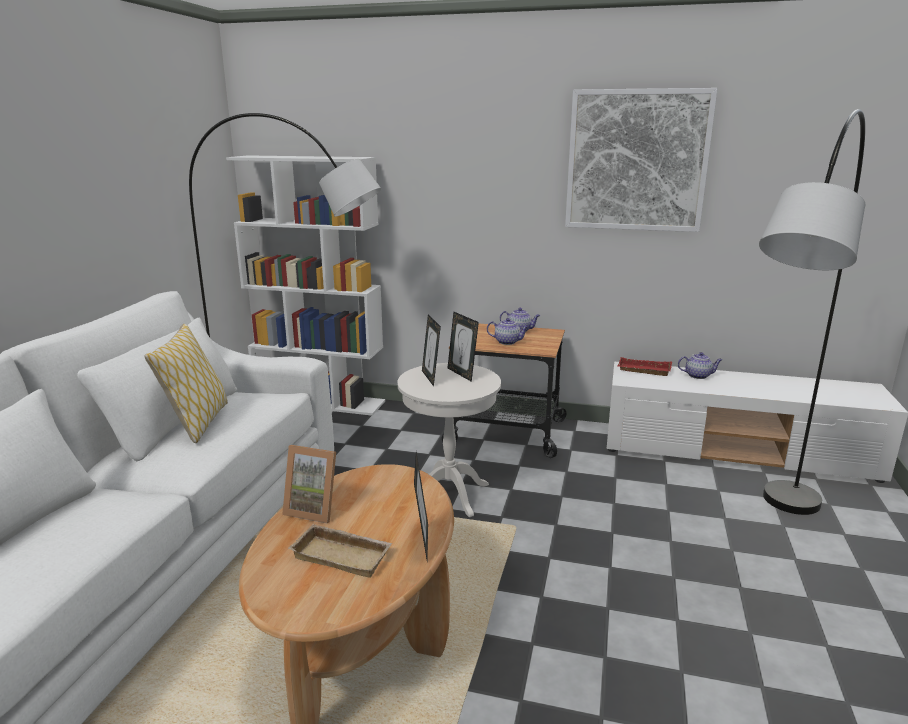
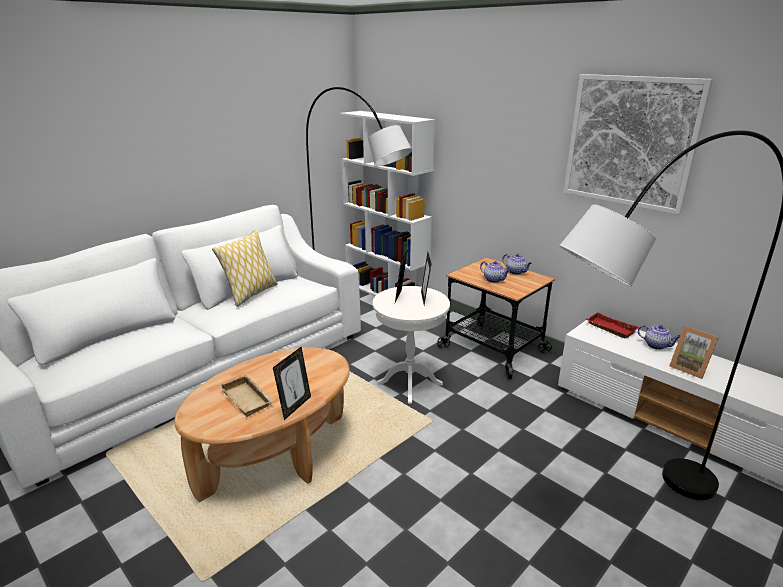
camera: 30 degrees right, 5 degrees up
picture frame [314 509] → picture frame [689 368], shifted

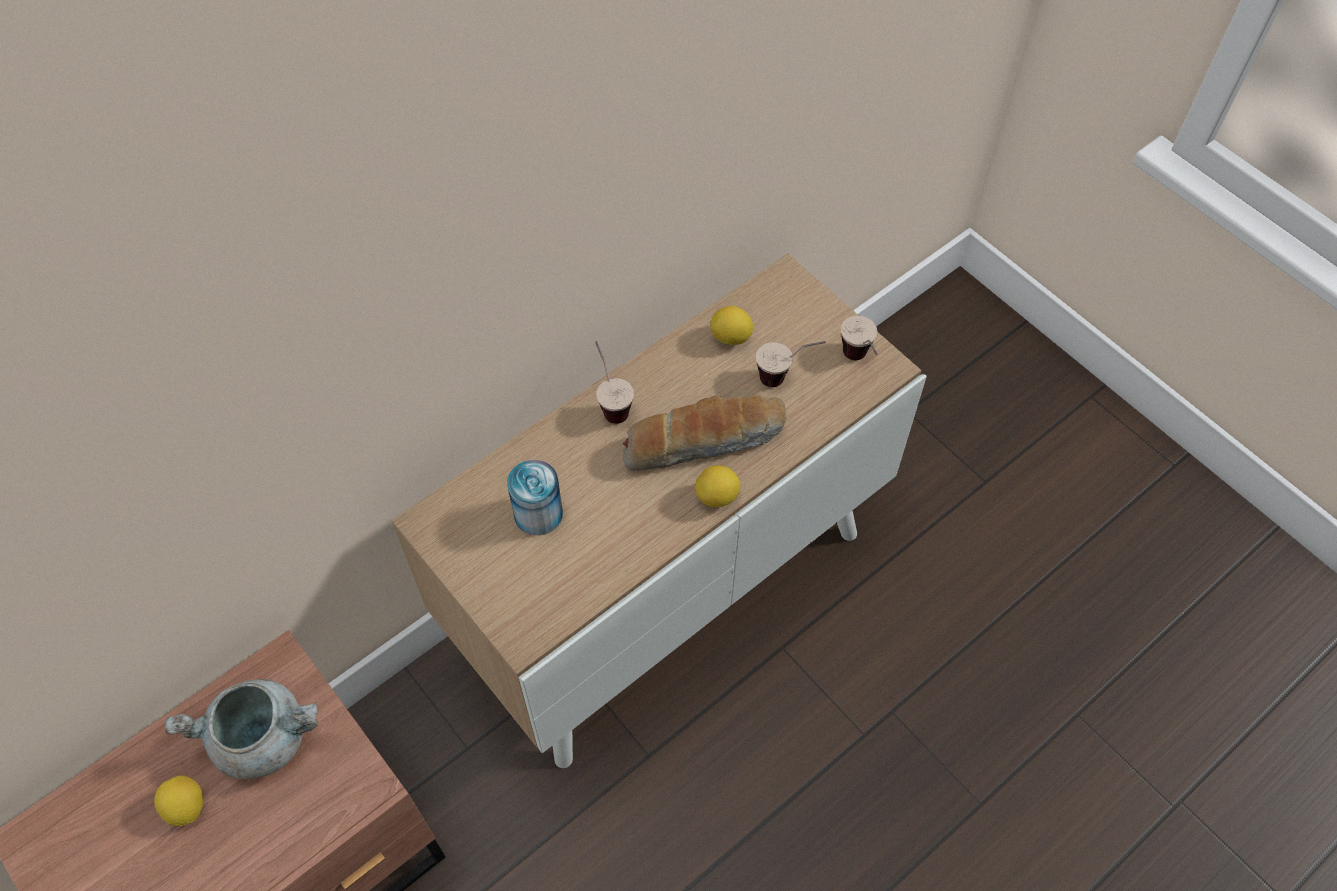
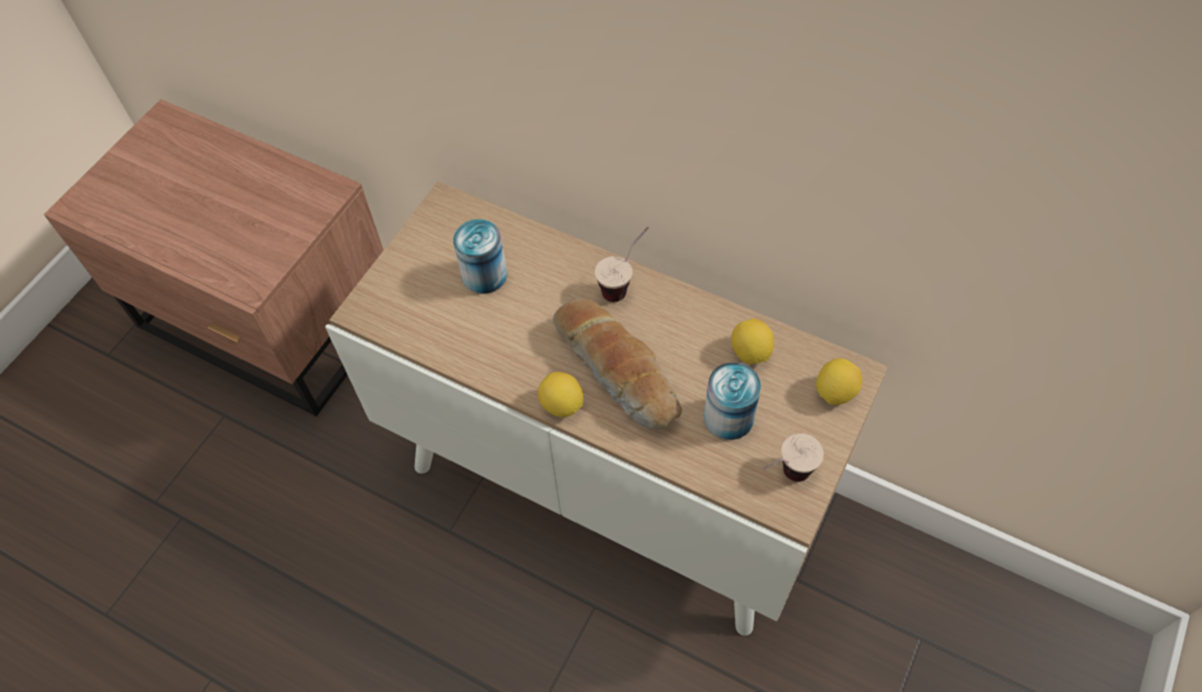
camera: 70 degrees right, 0 degrees up
cup [786 377] → can [728 417]
cooking pot in grey [263 738] → -
lemon [186 807] → lemon [835 392], shifted

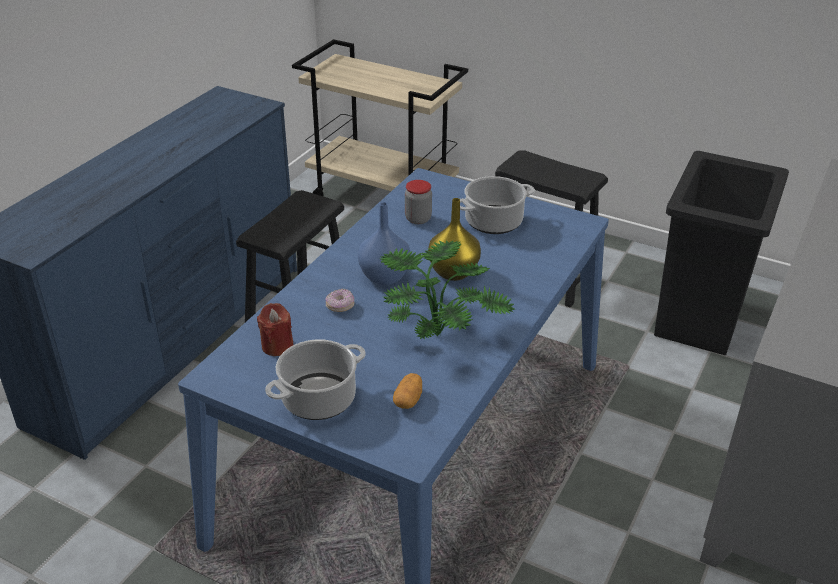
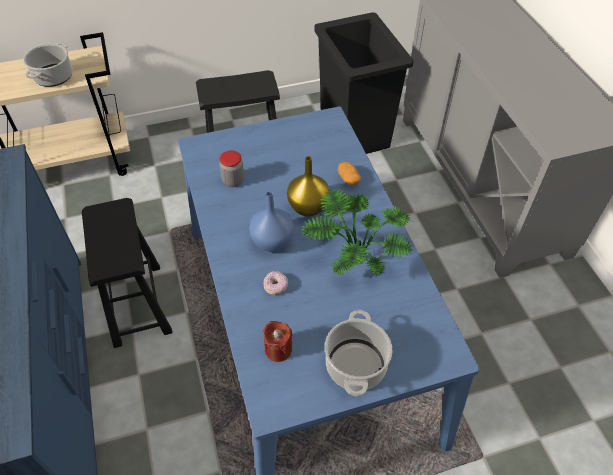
camera: 45 degrees left, 15 degrees up
cooking pot [494 221] → cooking pot [53 76], shifted
potato [408 400] → potato [348 179], shifted

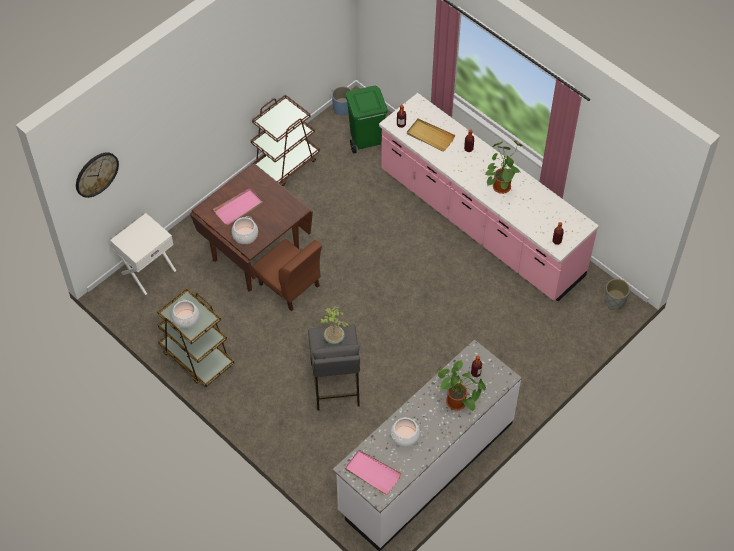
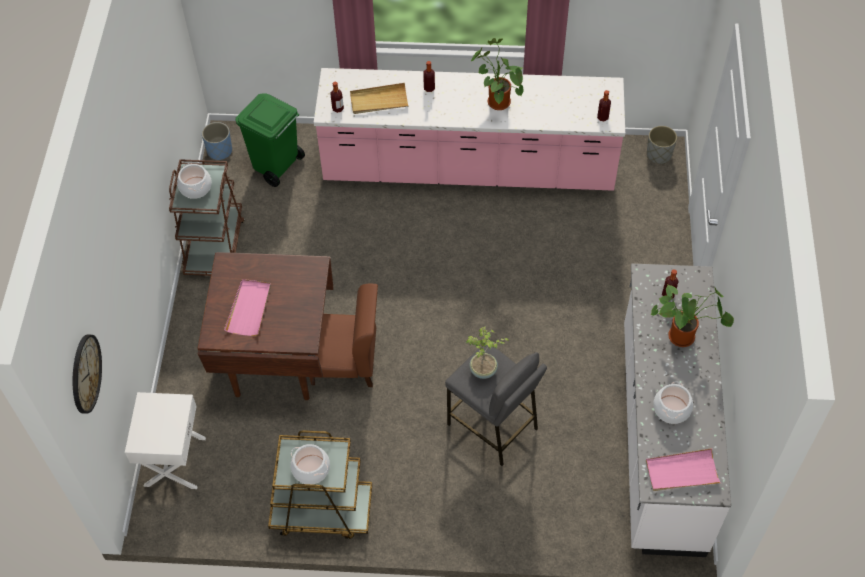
camera: 40 degrees left, 0 degrees up
cooking pot [245 235] → cooking pot [196 187], shifted

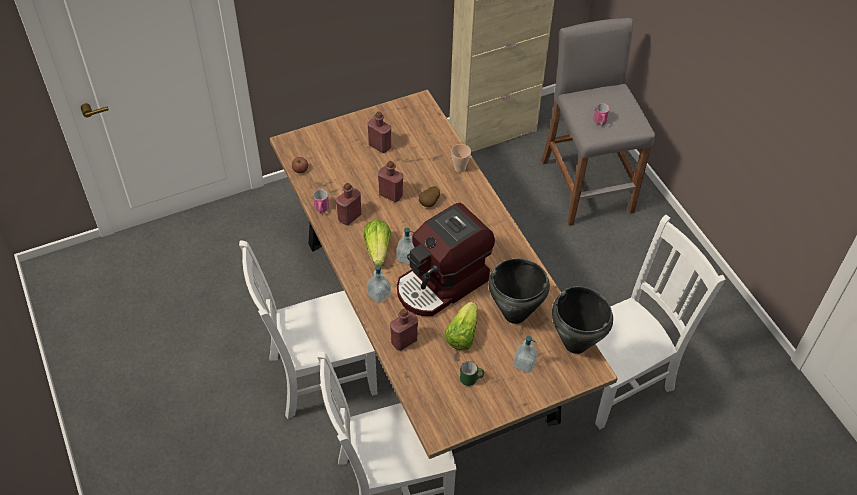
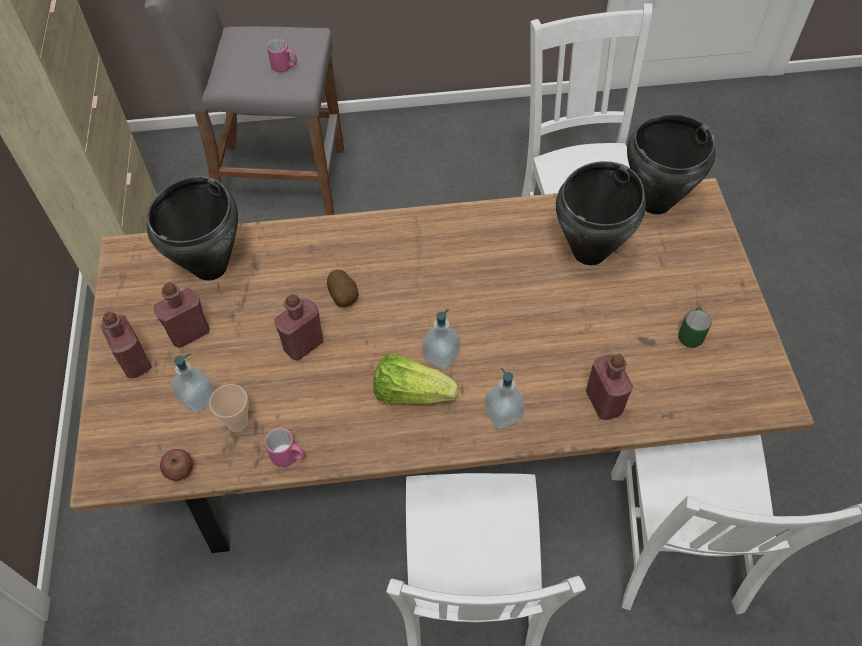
camera: 70 degrees left, 5 degrees up
cup [460 168] → cup [238 422], shifted
bottle in red [349 217] → bottle in red [135 361], shifted
coffee machine [442 284] → -
lettuce [462 334] → -
soap dispenser [524 364] → soap dispenser [198 398], shifted
- → cooking pot in black [211 267]

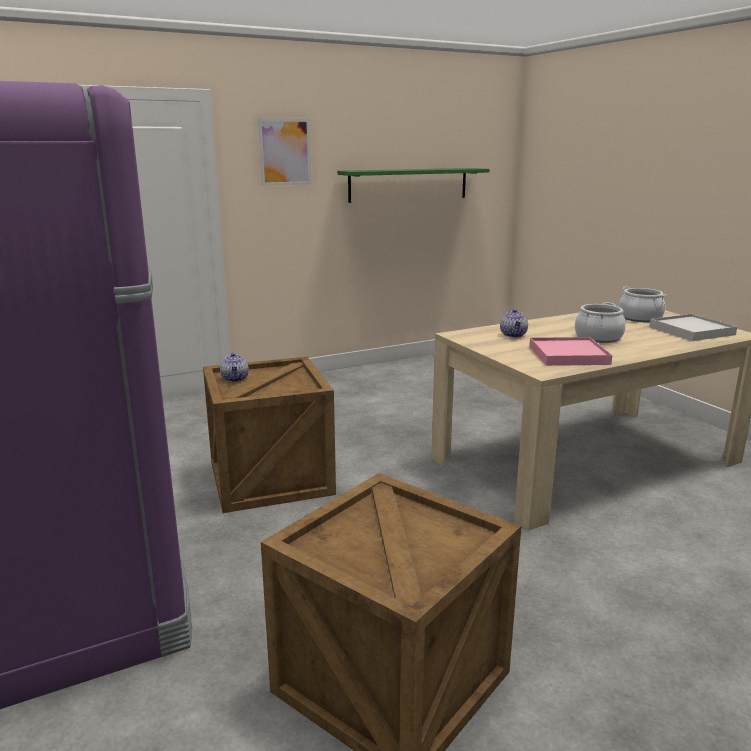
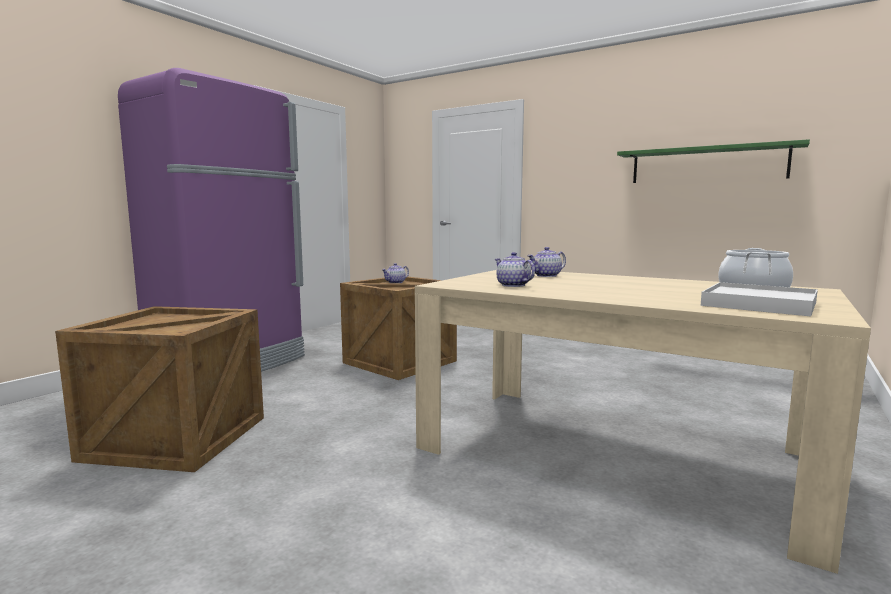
camera: 60 degrees right, 10 degrees down
picture [285 152] → -
cooking pot [598 337] → -
tray in pink [568 355] → teapot [512 285]

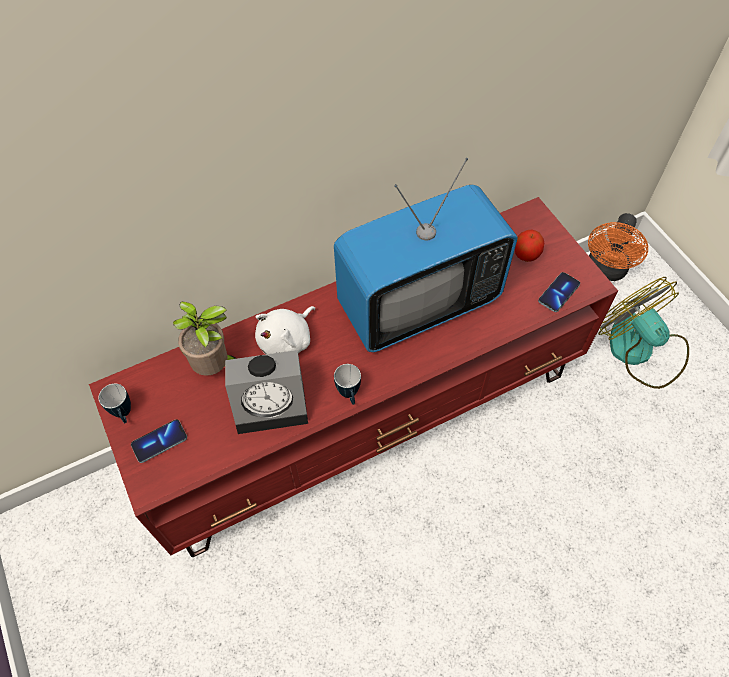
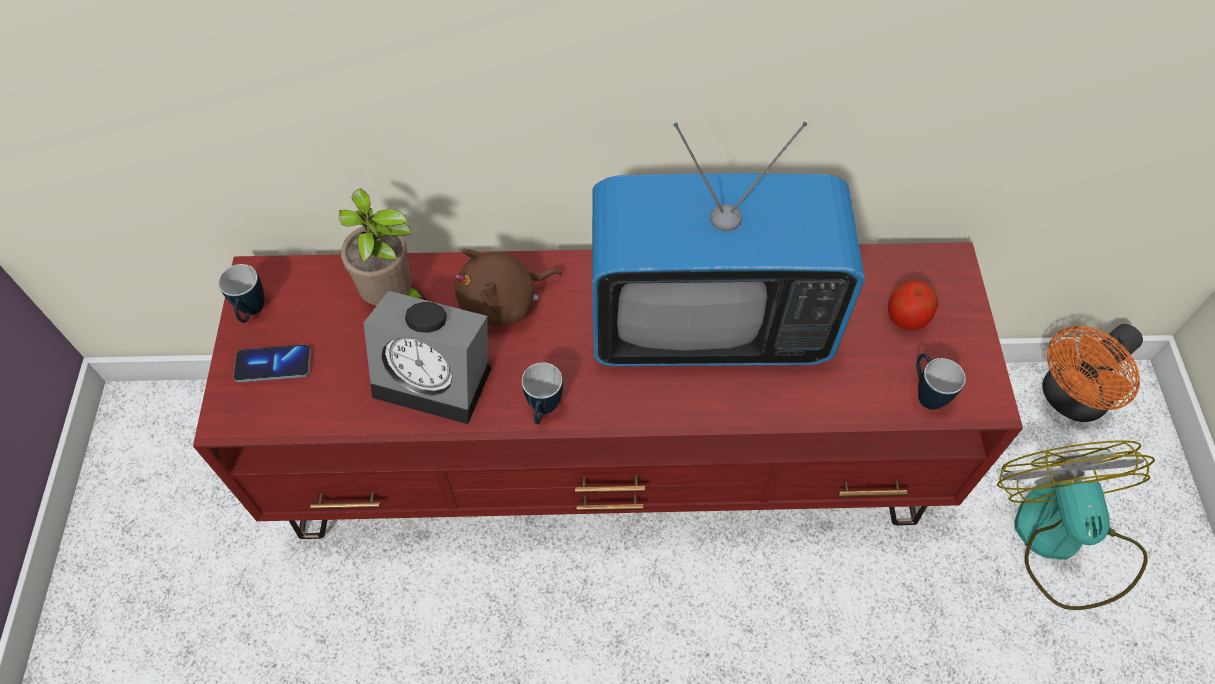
camera: 25 degrees right, 0 degrees up
phone [558 293] → mug [925 393]
plush toy in white [287 340] → plush toy in brown [504 302]

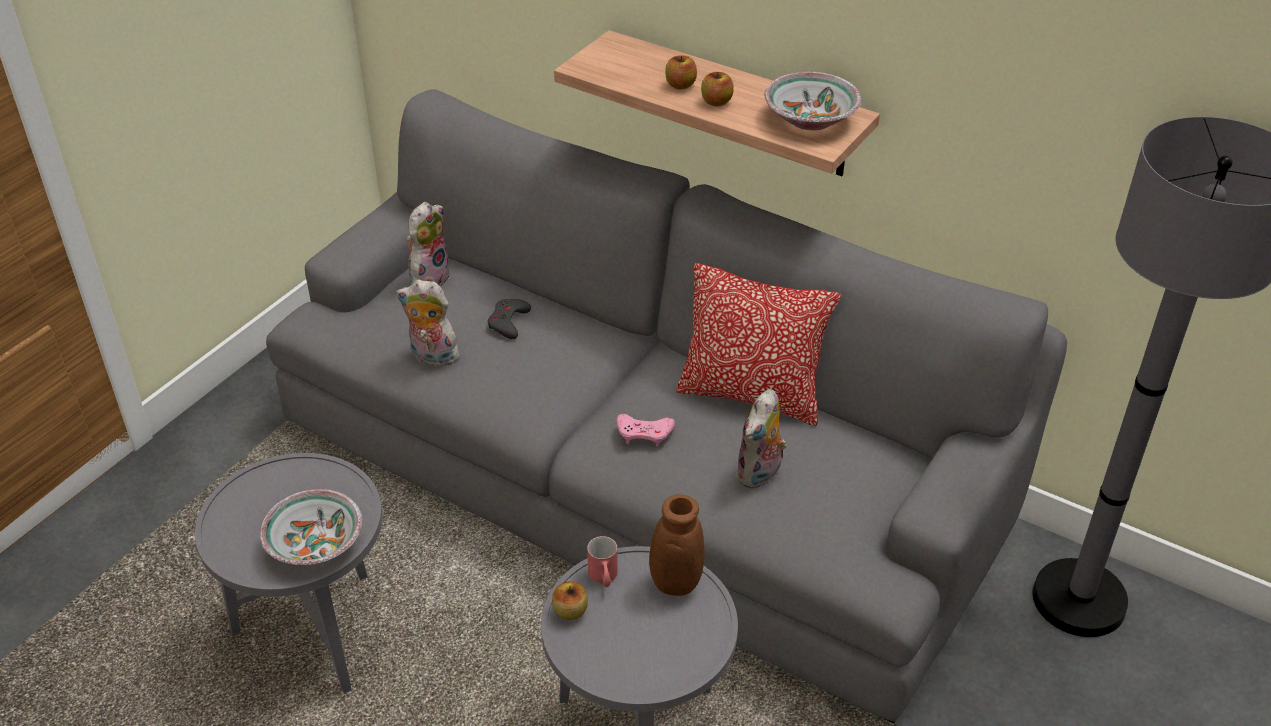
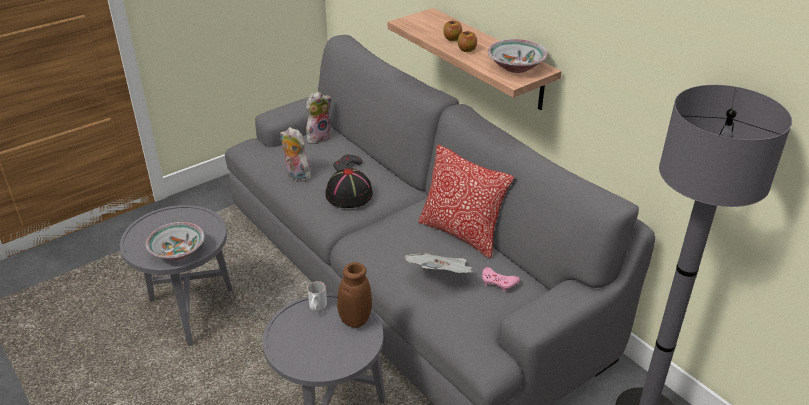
camera: 20 degrees right, 5 degrees down
plush toy [760 474] → newspaper [441 276]
game controller in pink [644 433] → game controller in pink [498 282], shifted
mug in red [604 578] → mug in white [316 307]
apple [570 611] → -
- → hat in black [349 195]

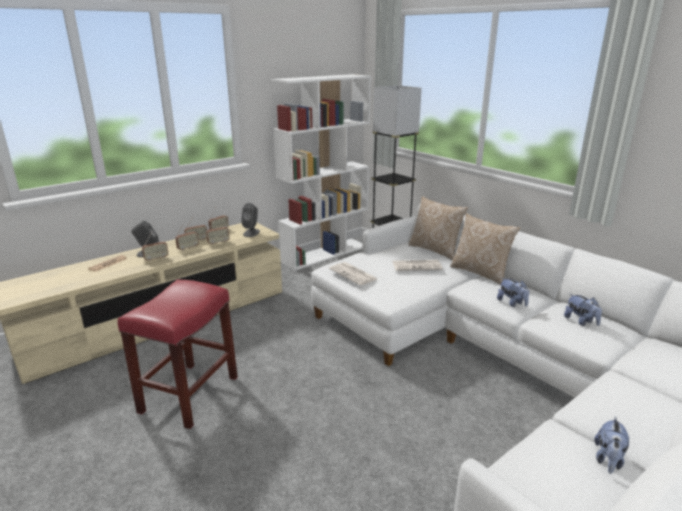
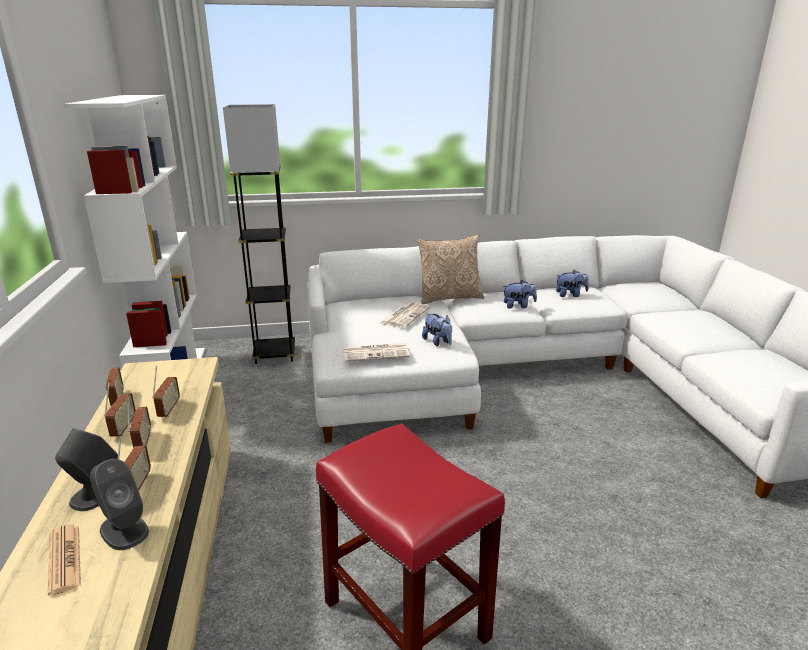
camera: 60 degrees left, 0 degrees up
pillow [435 250] → -
speaker in grey [251 233] → speaker in grey [124 530], shifted
plush toy [608 459] → plush toy [438 342], shifted

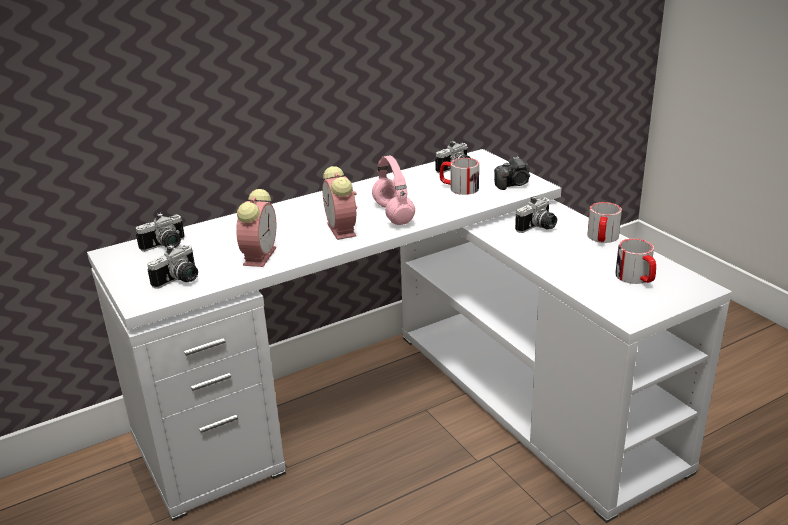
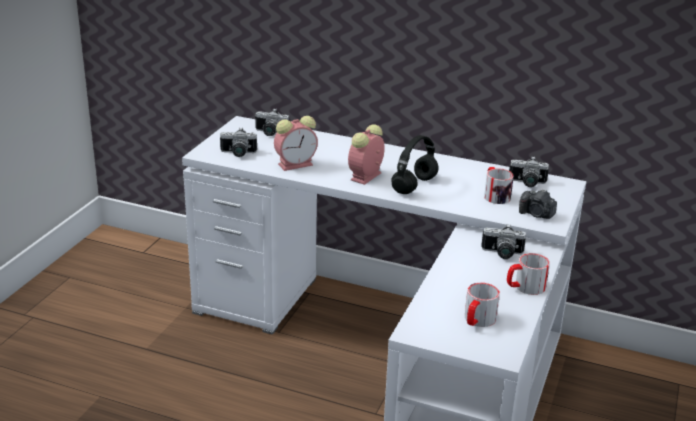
camera: 50 degrees right, 0 degrees up
headphones in pink [394 215] → headphones in black [414 186]

